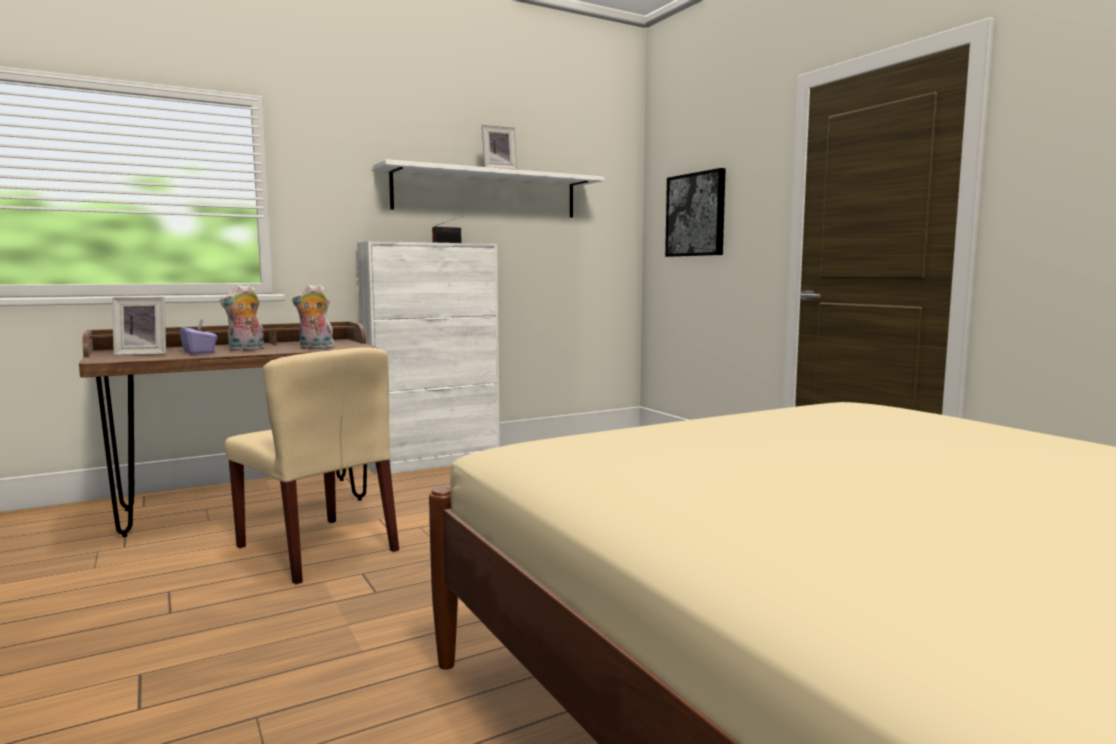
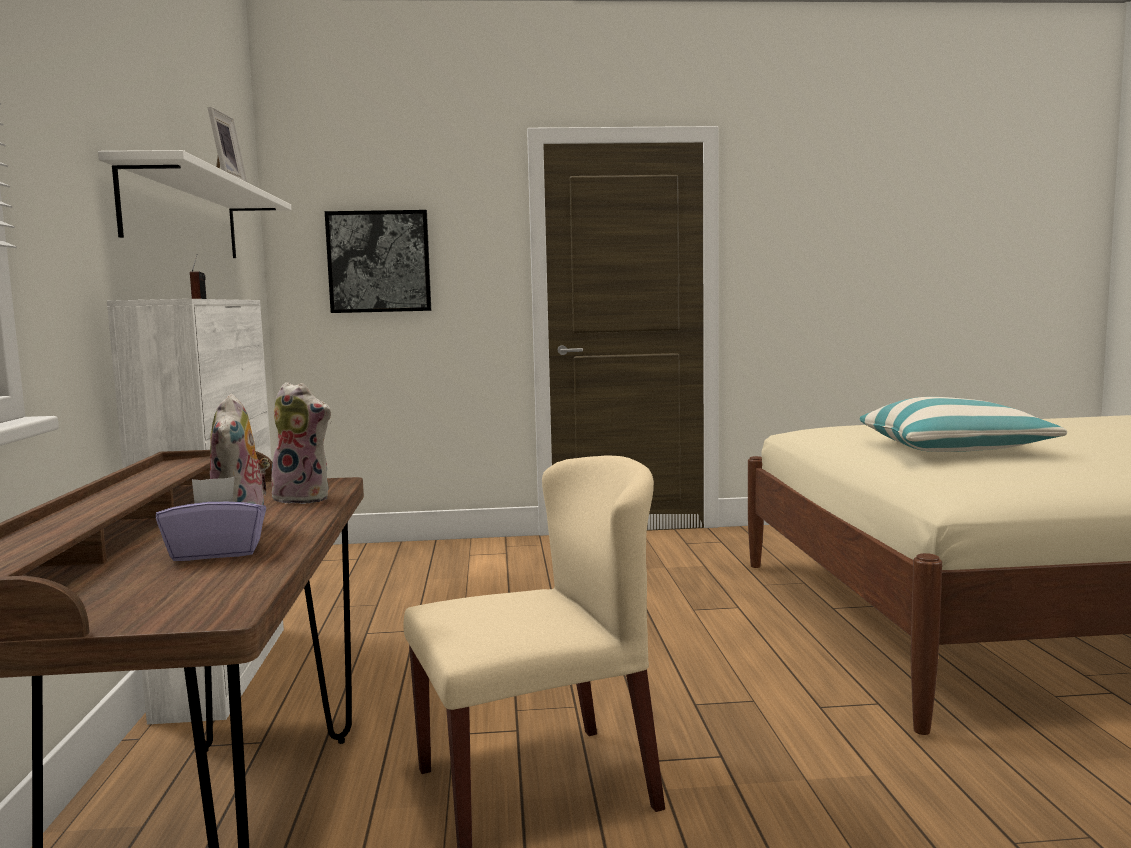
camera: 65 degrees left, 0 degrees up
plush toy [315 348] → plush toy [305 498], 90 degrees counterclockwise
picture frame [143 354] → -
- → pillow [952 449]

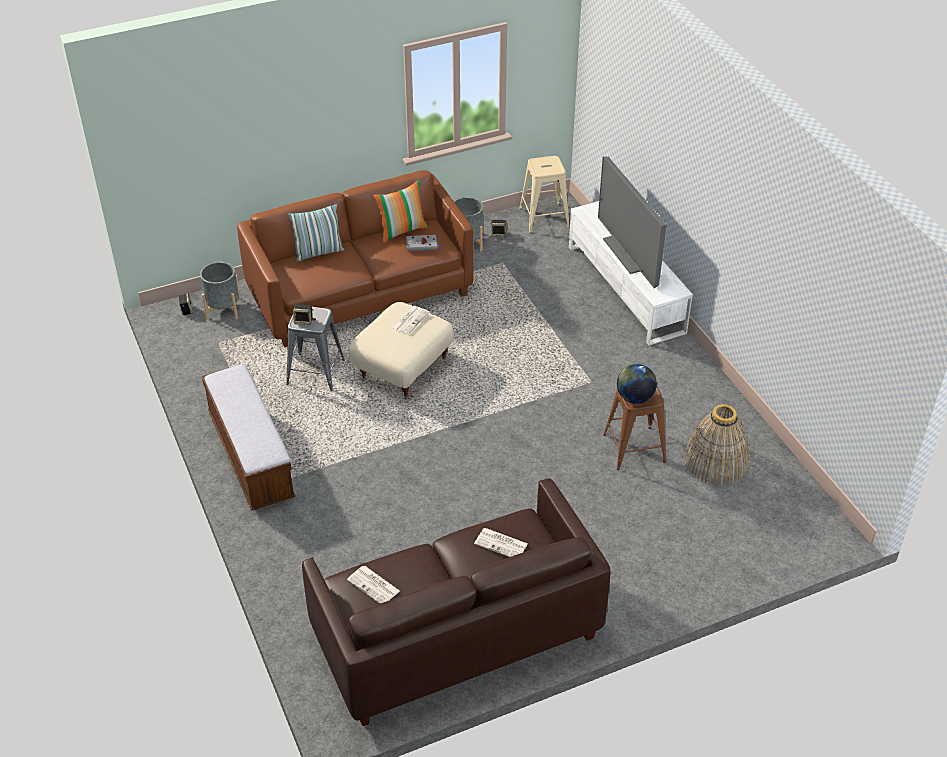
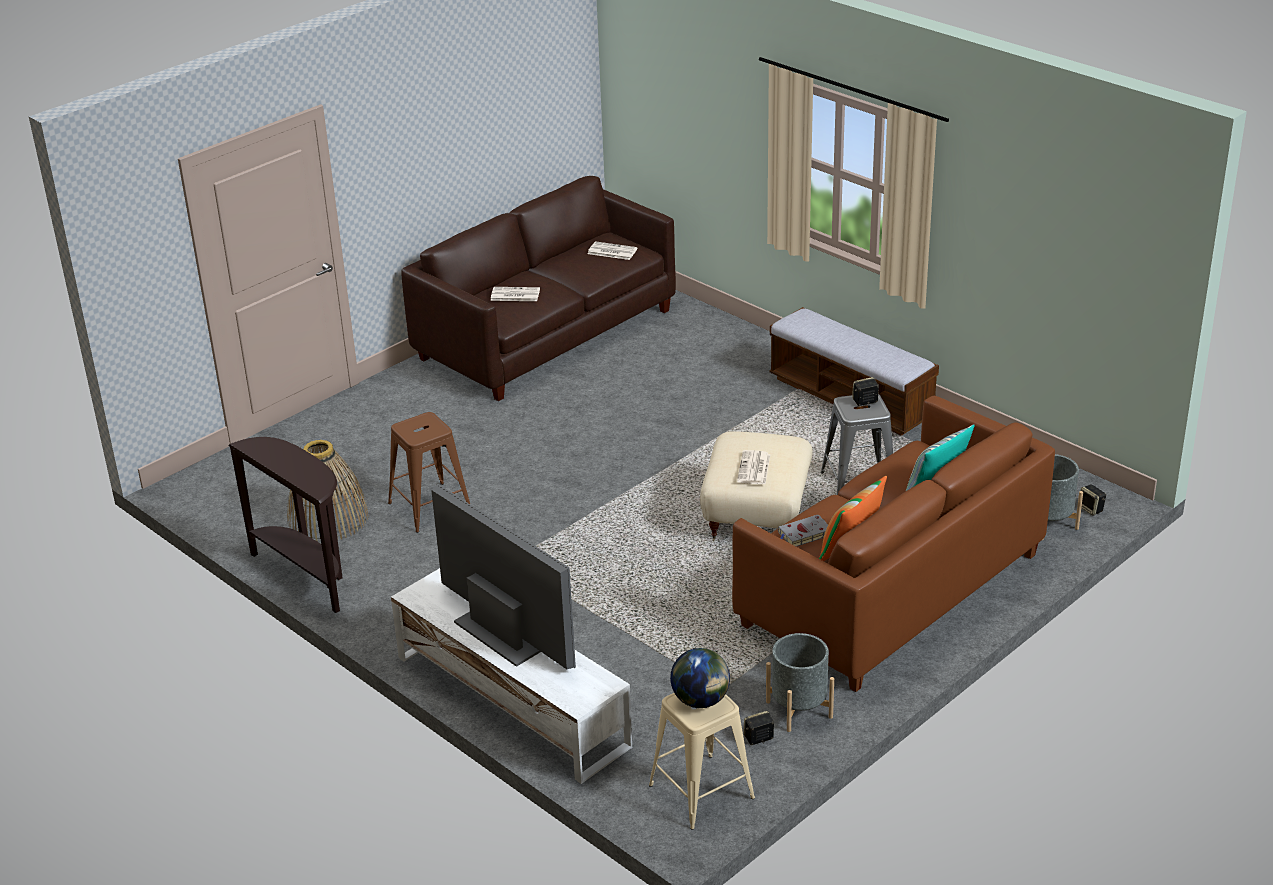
camera: 160 degrees right, 10 degrees down
globe [634 397] → globe [701 700], shifted
- → console table in brown [307 574]

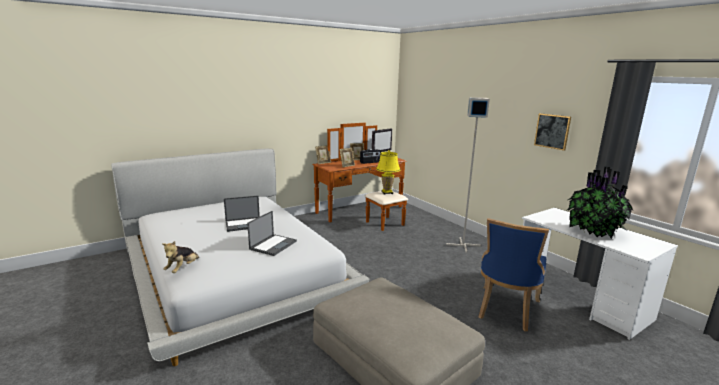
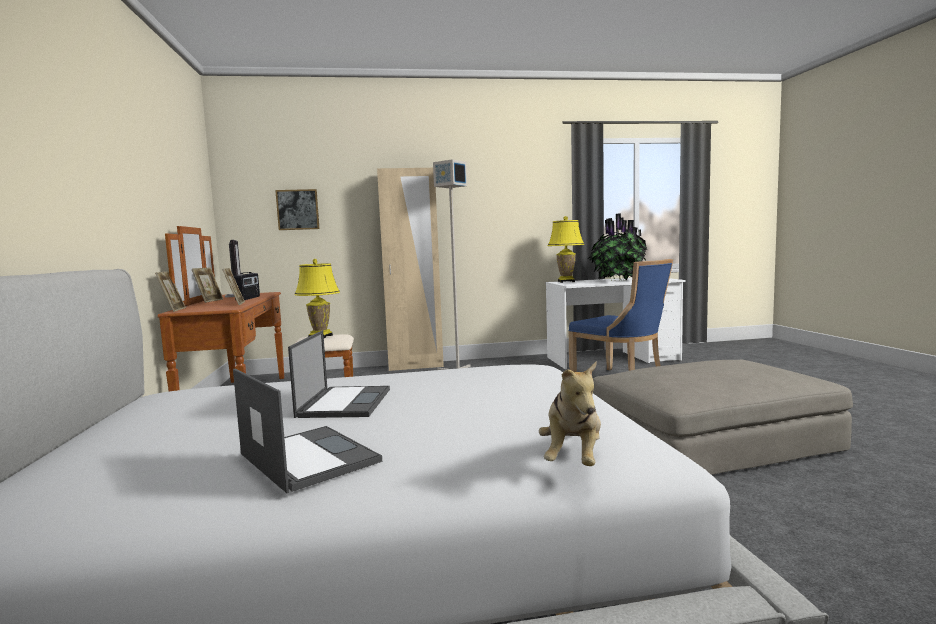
camera: 65 degrees left, 10 degrees down
picture [552 131] → picture [297 209], shifted
laptop [273 245] → laptop [307 457], shifted
plush toy [182 269] → plush toy [573 459], 60 degrees clockwise
- → wardrobe in beige [415 366]
- → table lamp in yellow [566 281]

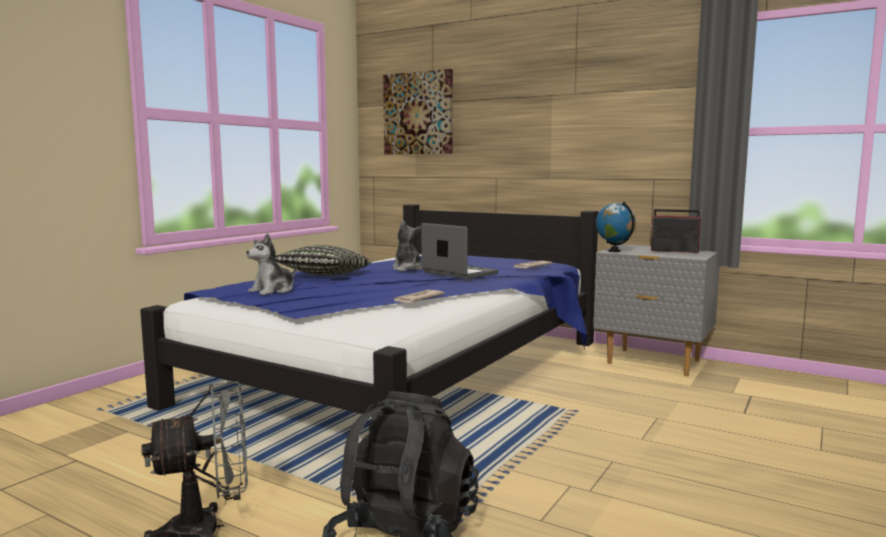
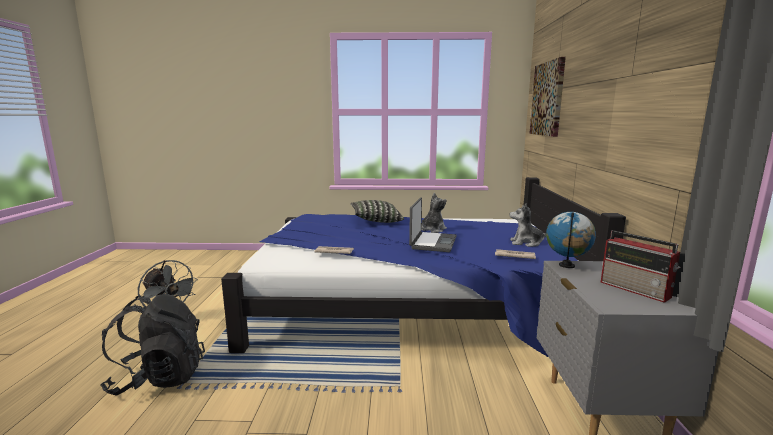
camera: 60 degrees right, 5 degrees up
radio [673 251] → radio [636 290], 150 degrees clockwise
plush toy [273 291] → plush toy [526 243], shifted

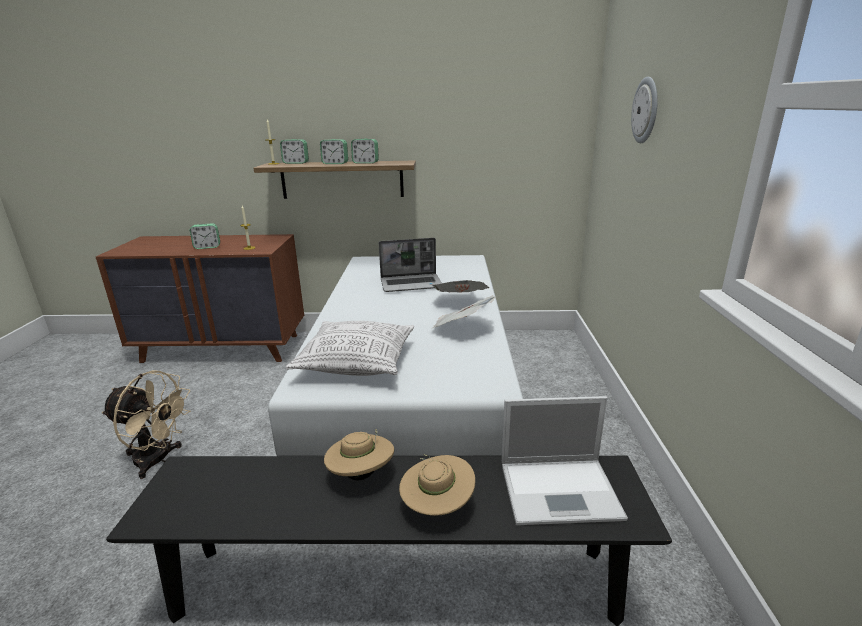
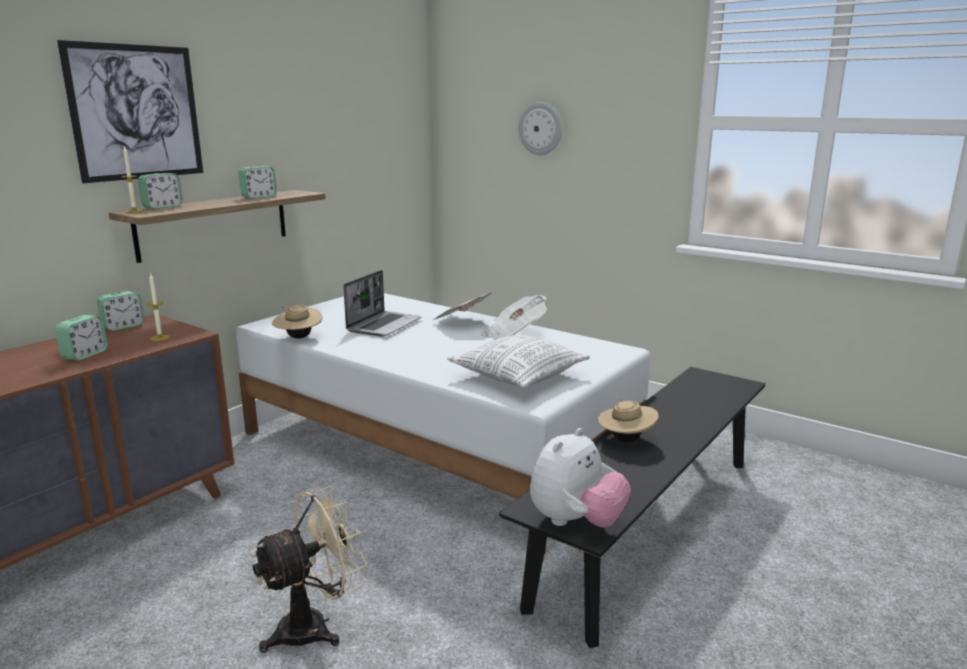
camera: 55 degrees left, 5 degrees down
alarm clock [335 163] → alarm clock [123 326], shifted
laptop [561 490] → -
hat in beige [437 506] → hat in beige [298 337], shifted
- → picture [136 112]
- → plush toy [576 522]

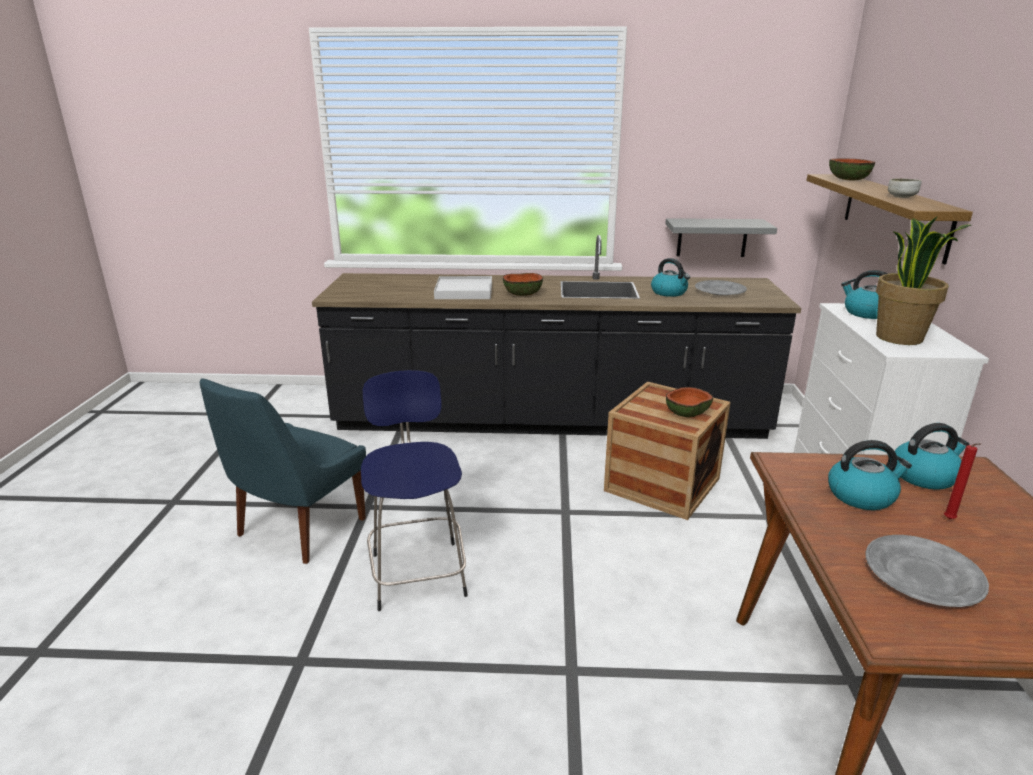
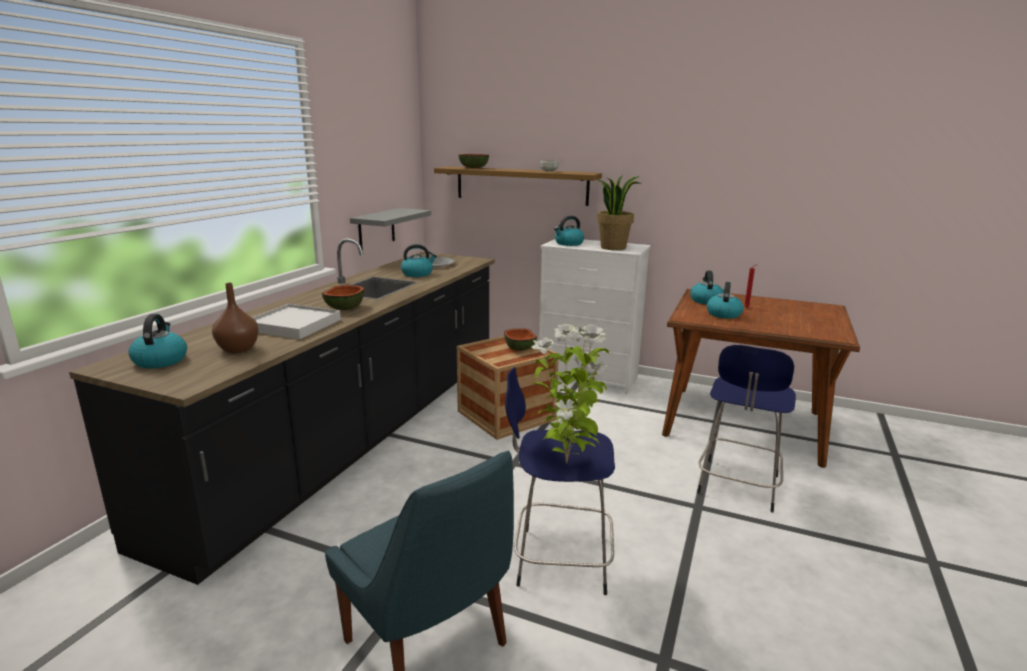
camera: 70 degrees left, 5 degrees down
plate in grey [923 576] → -
- → vase in brown [239 349]
- → kettle [160 360]
- → potted plant [568 462]
- → stool in blue [737 486]

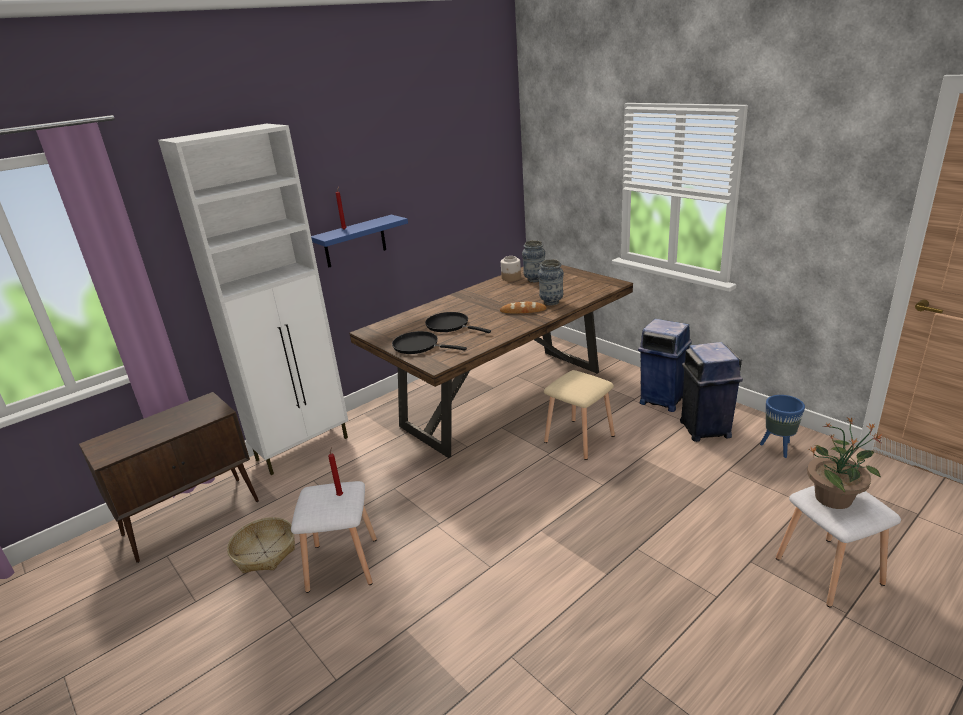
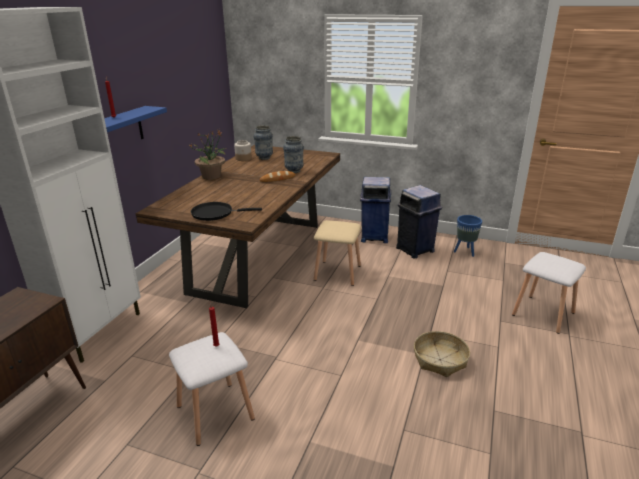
camera: 30 degrees left, 0 degrees up
frying pan in black [450 325] → -
potted plant [834 498] → potted plant [212 176], shifted
basket [265 552] → basket [440 359], shifted

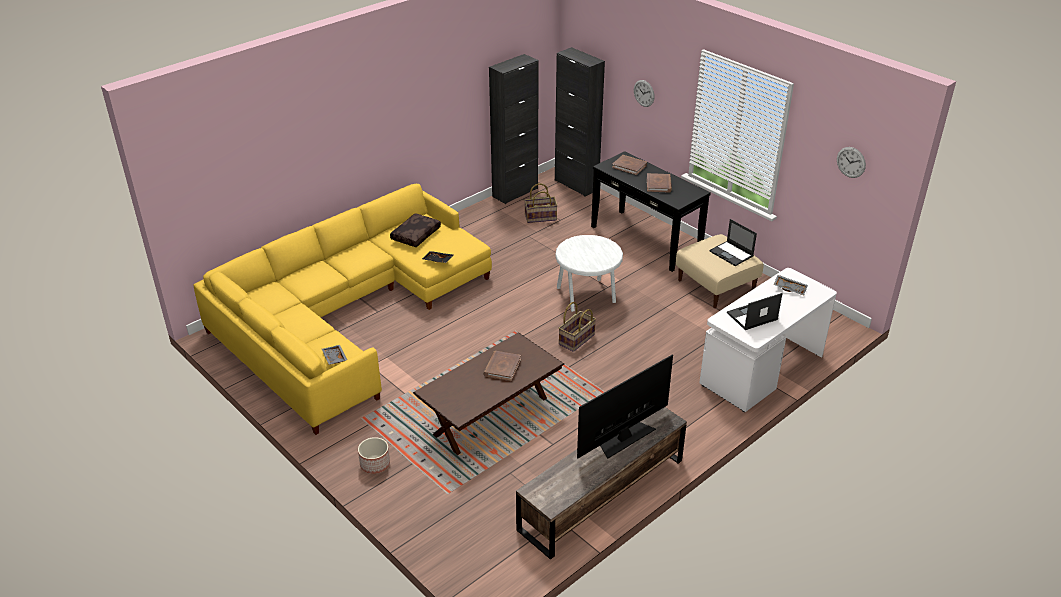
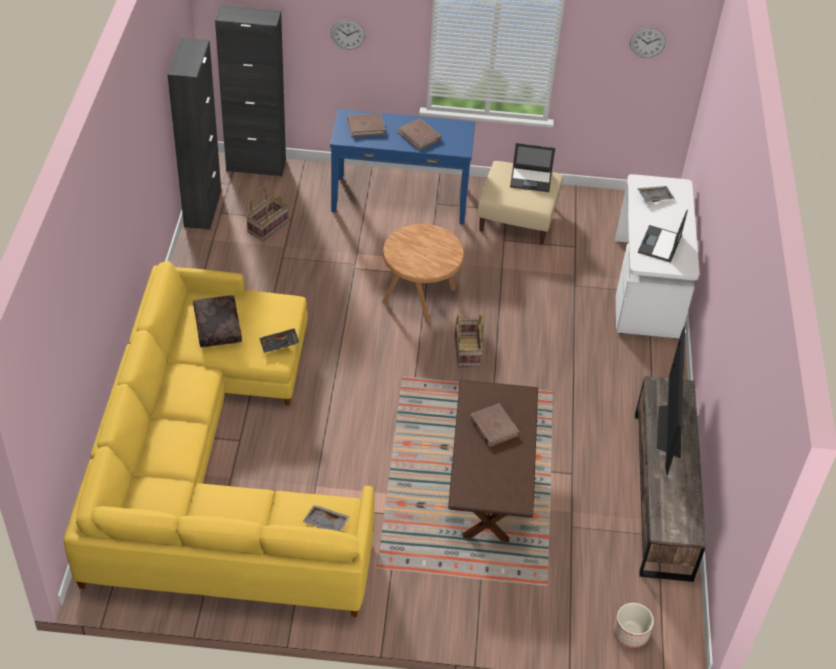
camera: 45 degrees left, 10 degrees up
console table in black [646 240] → console table in blue [400 199]
side table in white [587 295] → side table in brown [420 296]
planter [374 464] → planter [630 633], shifted

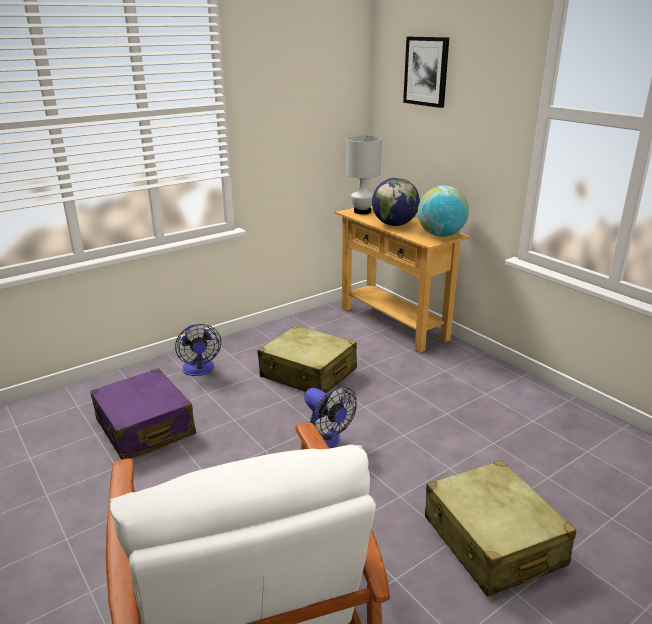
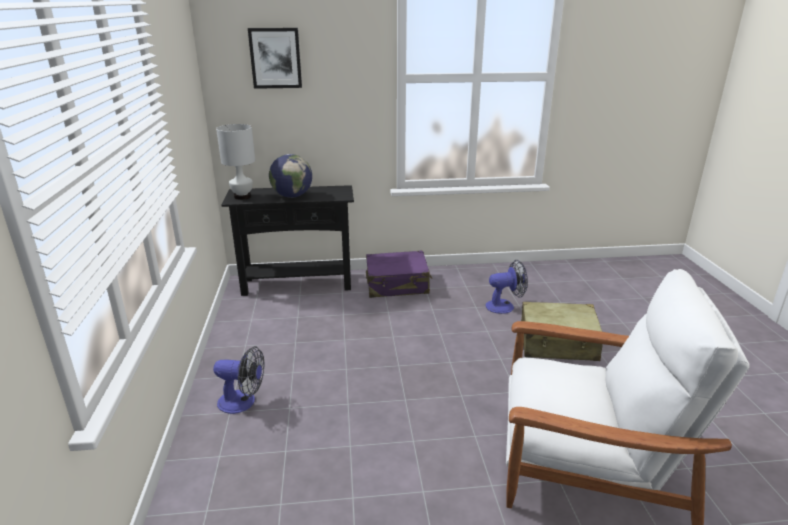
camera: 60 degrees left, 0 degrees up
globe [441 235] → -
console table in beige [393 323] → console table in black [297 284]
suitcase in beige [308 373] → -
suitcase in purple [145 427] → suitcase in purple [397 284], shifted
fan [325 441] → fan [504 306], shifted

